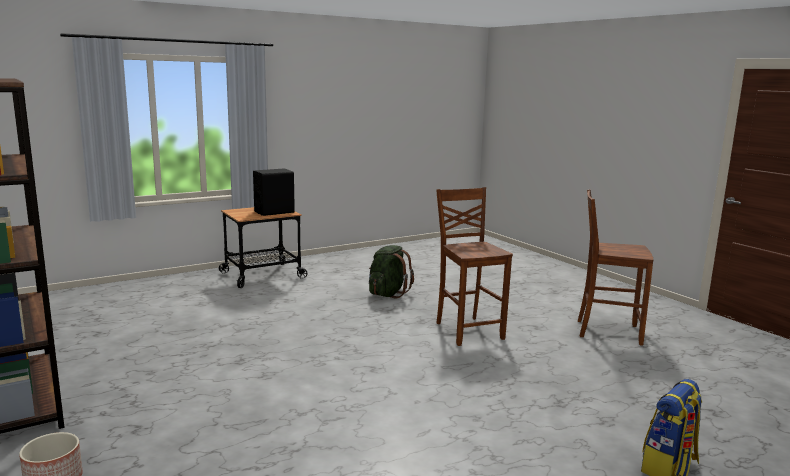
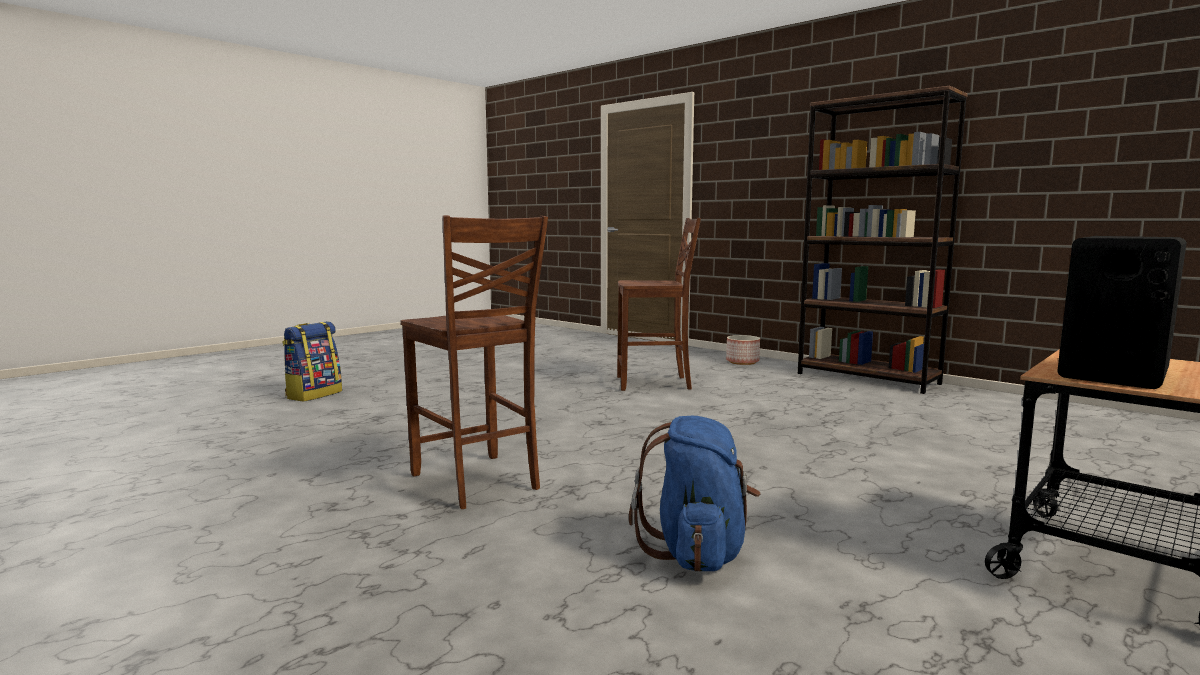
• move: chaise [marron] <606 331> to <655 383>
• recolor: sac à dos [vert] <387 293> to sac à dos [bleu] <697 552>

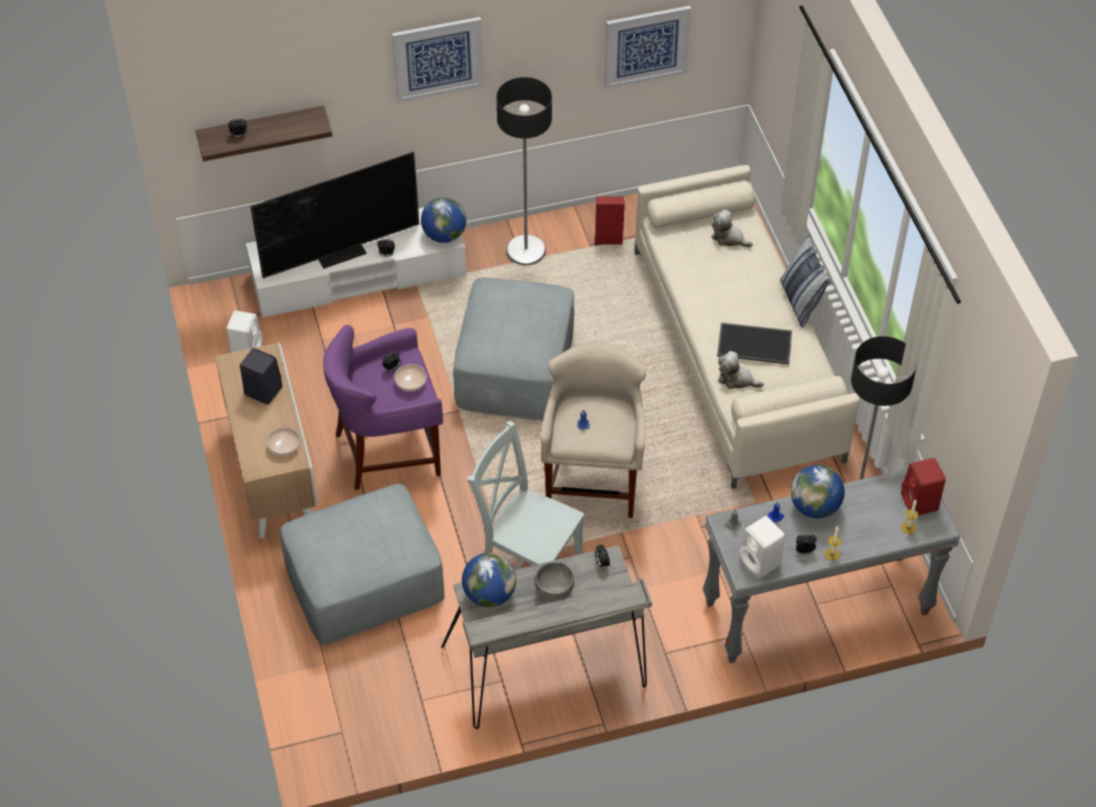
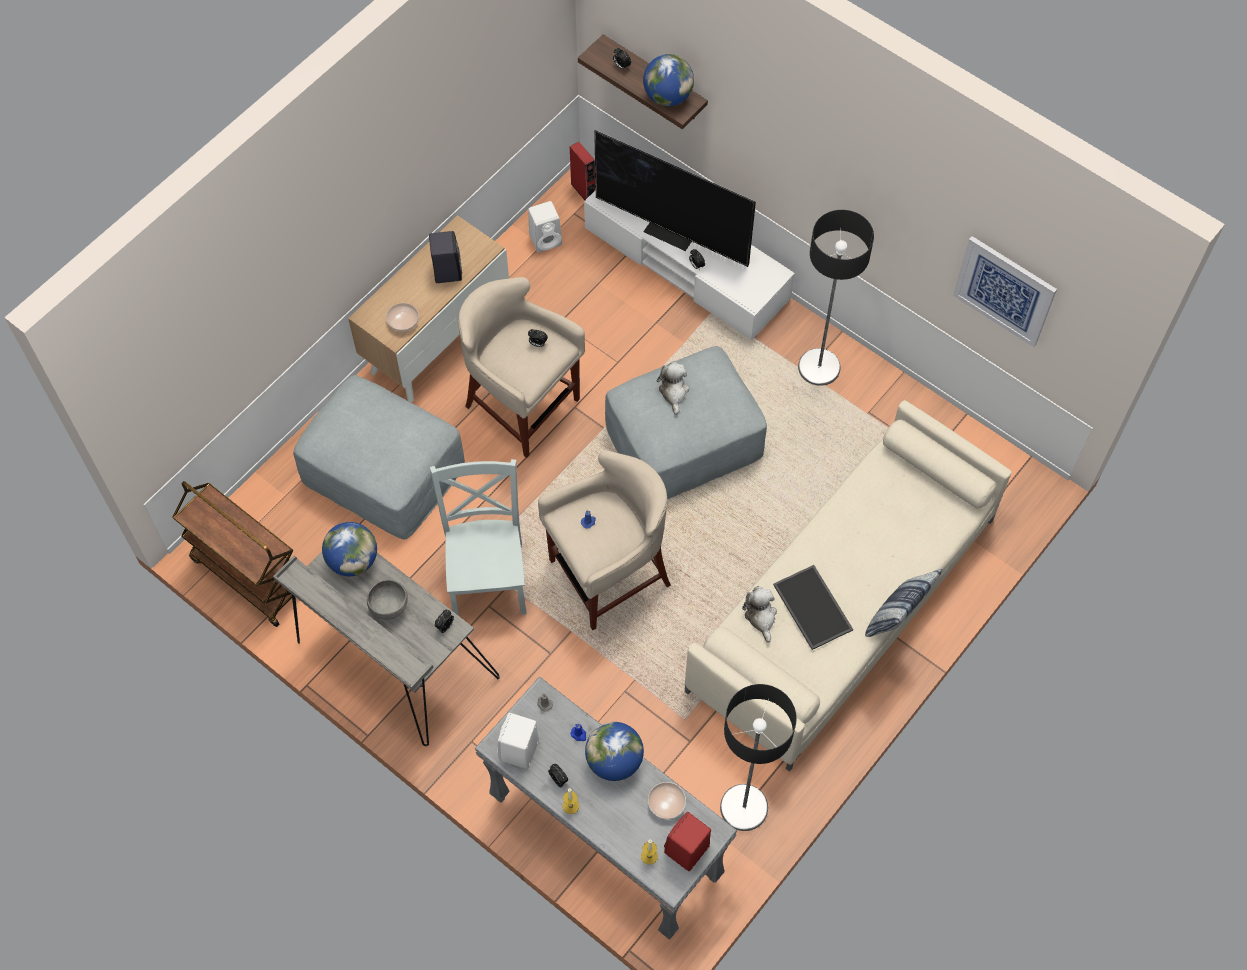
• delete: tableau <438 58>
• insert: chariot [marron] <249 576>
• move: bol <411 382> to <667 803>
• move: globe <444 235> to <668 97>
• move: enceinte [rouge] <608 240> to <583 190>
• move: peluche <729 238> to <673 392>
• recolor: tabouret [violet] <389 452> to tabouret [beige] <522 406>

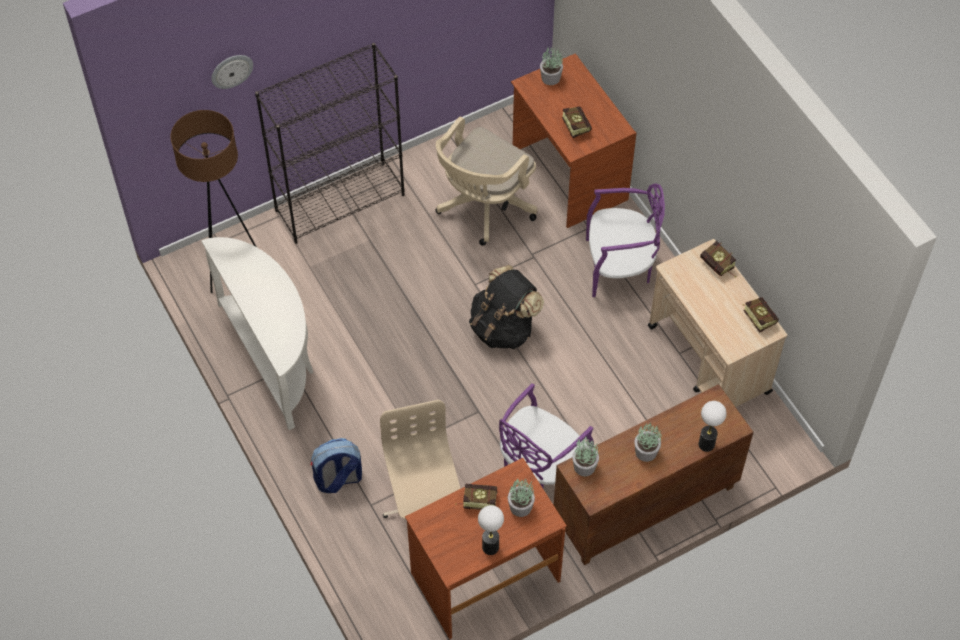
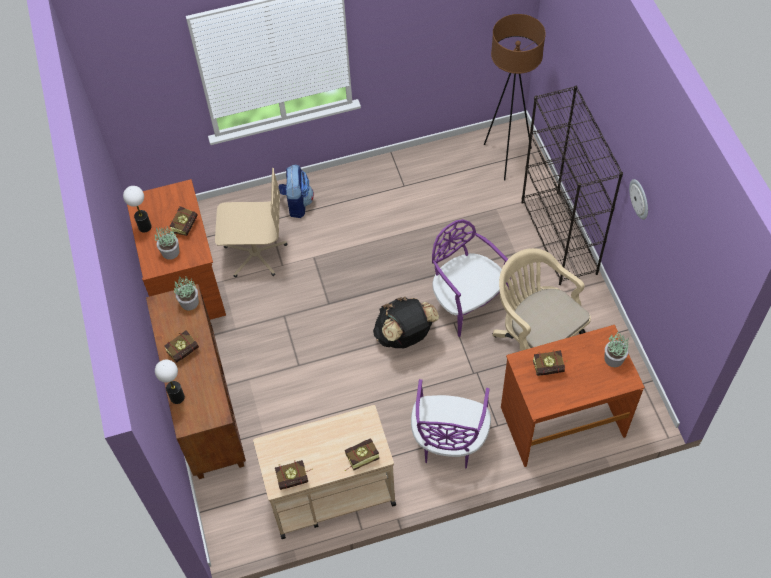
• delete: table console [blanc] <273 357>
• move: horloge murale <231 70> to <640 199>
• move: chaise [violet] <540 467> to <466 302>
• replace: plante en pot <646 452> to livre <186 349>

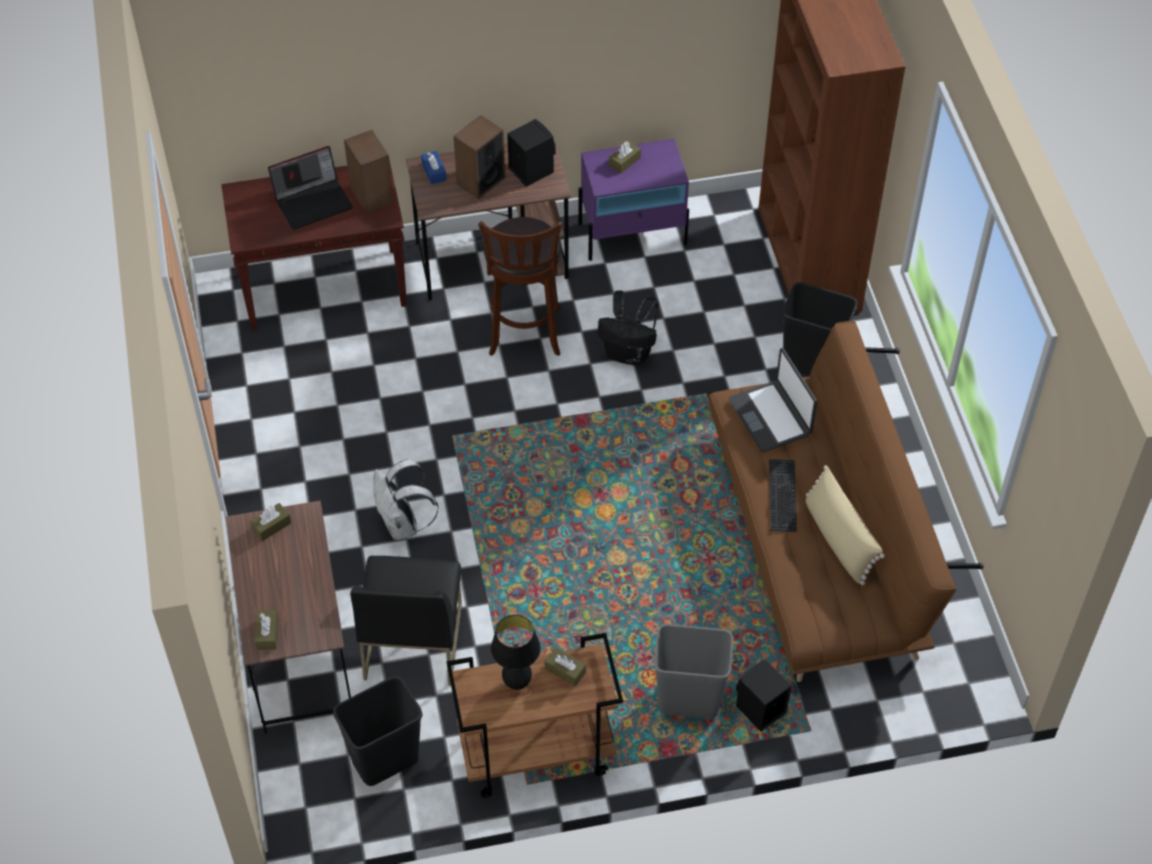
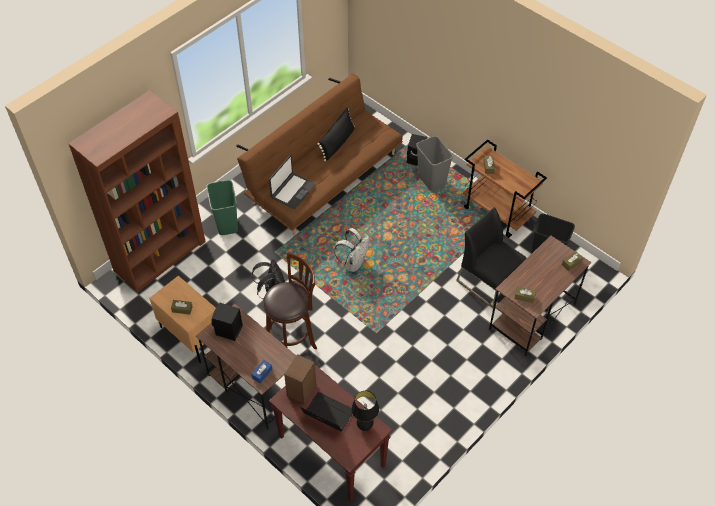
• delete: enceinte <480 181>
• delete: clavier <781 494>
• move: sac à dos [blanc] <403 525> to <353 263>
• move: lampe de table [noir] <517 683> to <365 426>
• recolor: table de chevet [violet] <633 234> to table de chevet [beige] <191 335>
• recolor: poubelle [noir] <812 362> to poubelle [vert] <226 224>
• recolor: coussin [beige] <838 539> to coussin [noir] <337 143>
• rotate: chaise [noir] <412 640> = <489 281> 105 degrees counterclockwise

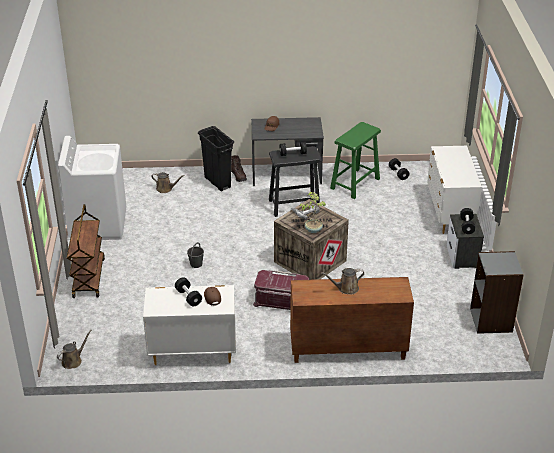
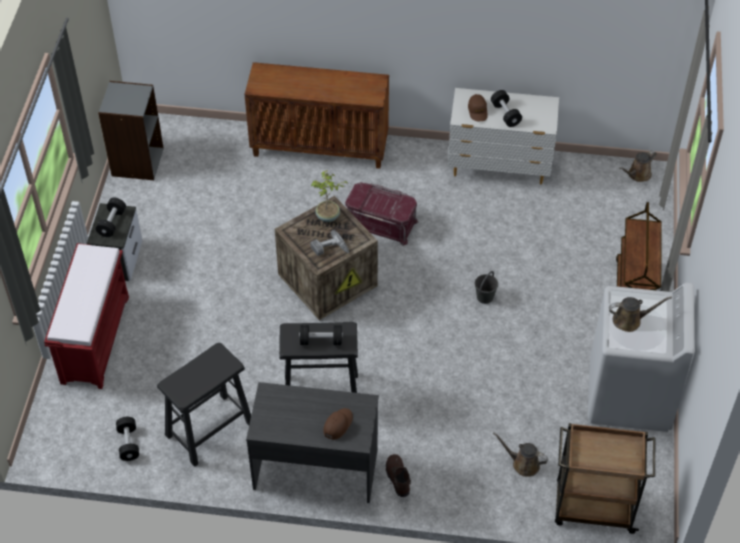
• delete: poubelle [noir] <218 182>
• insert: chariot [marron] <592 507>
• move: arrosoir [marron] <346 288> to <630 320>
• replace: commode [blanc] <449 215> to banc [rouge] <95 338>
• recolor: tabouret [vert] <355 183> to tabouret [noir] <209 429>

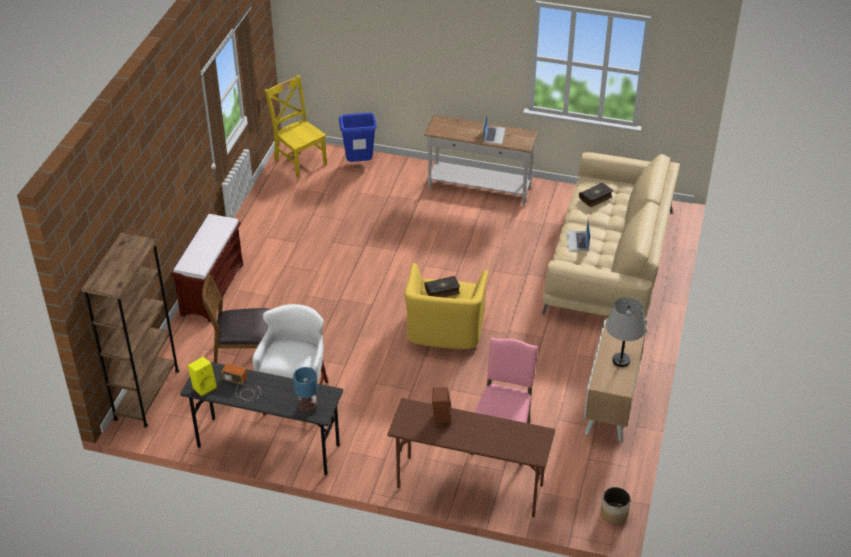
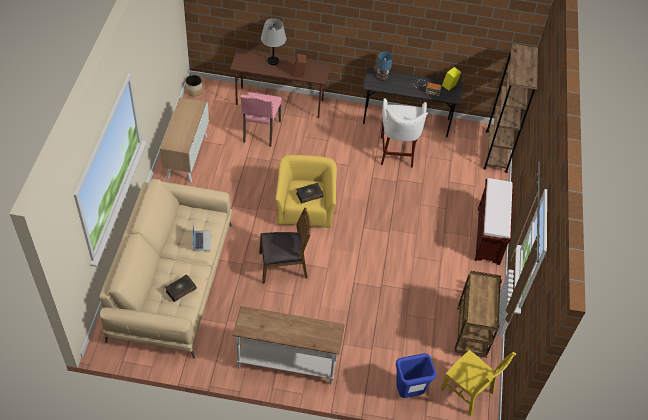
• delete: ordinateur portable <494 134>
• insert: chariot [marron] <471 333>
• move: chaise [marron] <244 356> to <283 266>
• move: lampe de table [gris] <620 360> to <273 61>

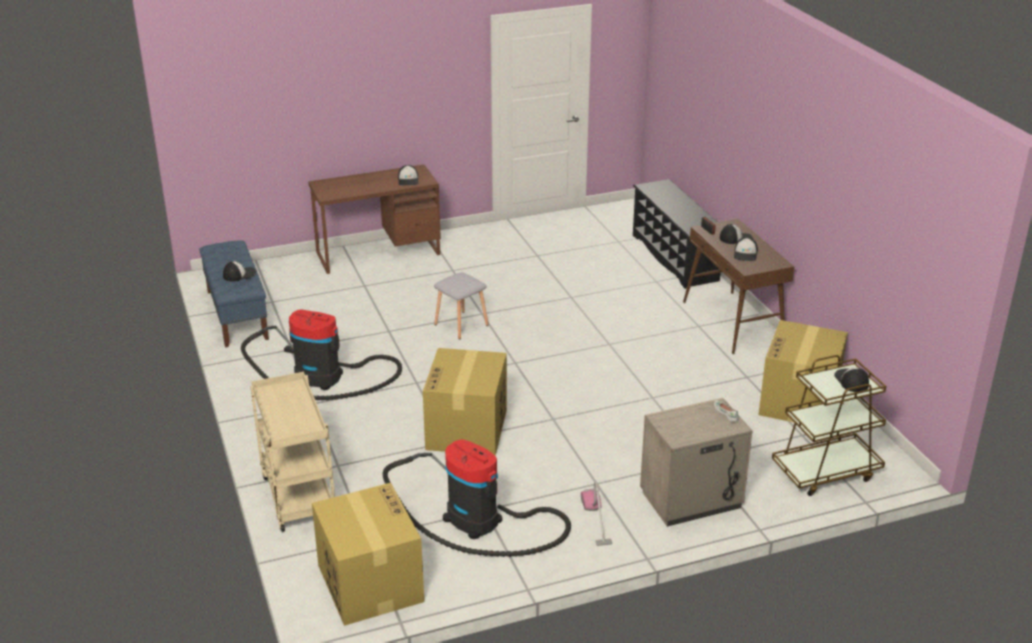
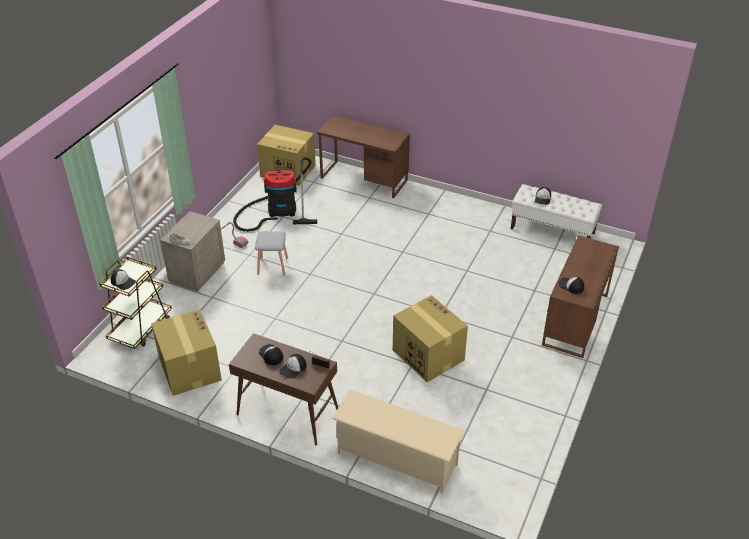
• delete: aspirateur <324 378>
• move: carton <467 430> to <427 354>
• move: tabouret [gris] <461 325> to <272 265>
• replace: chariot [beige] <297 496> to bureau [marron] <364 179>
• recolor: banc [bleu] <237 315> to banc [blanc] <552 231>
• recolor: étagère à chaussures [noir] <675 258> to étagère à chaussures [beige] <396 459>

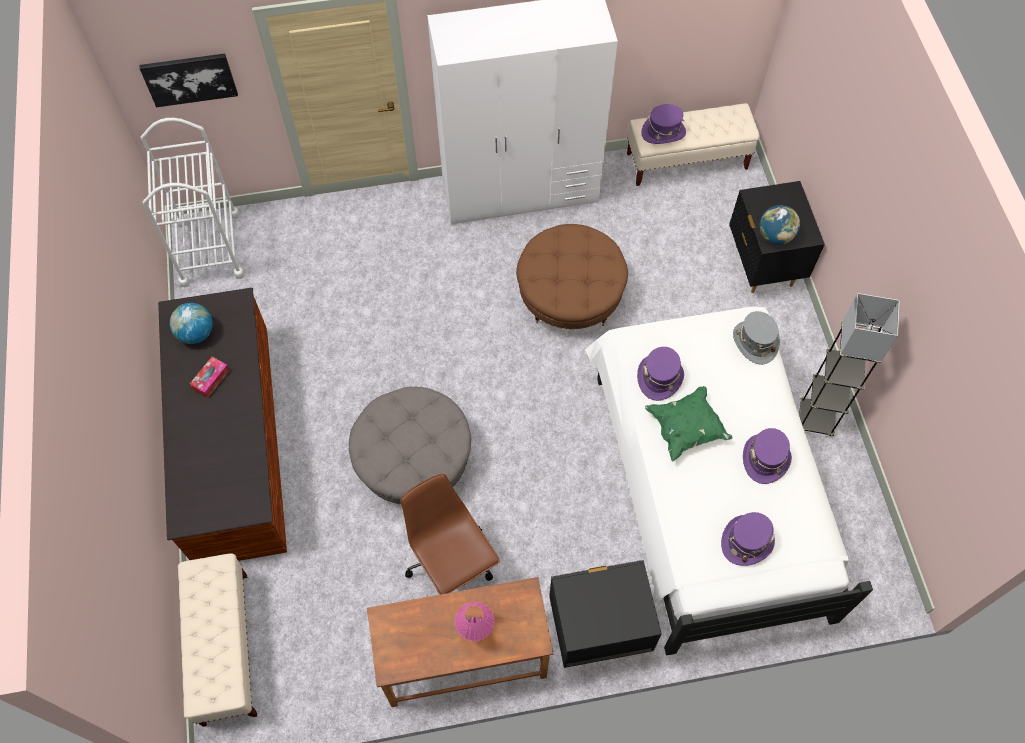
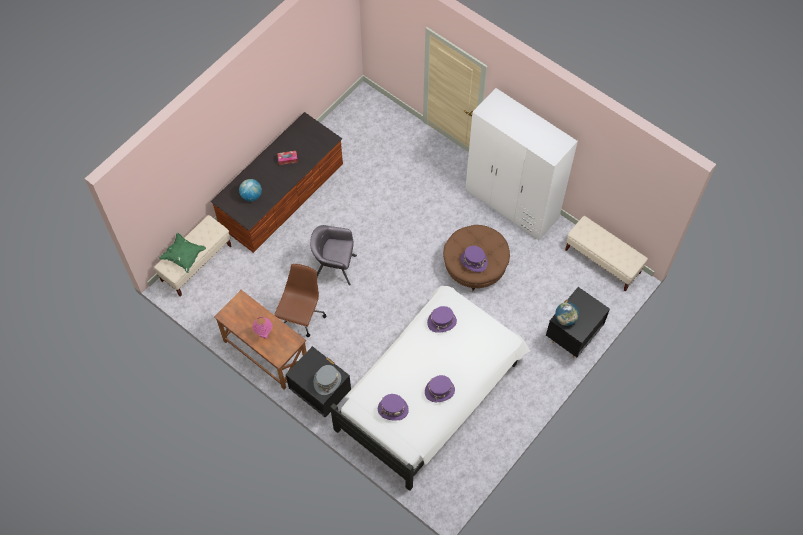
• delete: tableau <189 79>
• delete: chariot [blanc] <210 248>
• delete: lampadaire [gris] <815 419>
• move: globe <196 333> to <251 195>
• move: chapeau [violet] <663 132> to <473 261>
• move: coussin [vert] <686 428> to <184 256>
• move: chapeau [gris] <754 342> to <327 381>
• replace: pouf [gris] <413 460> to fauteuil [gris] <334 267>

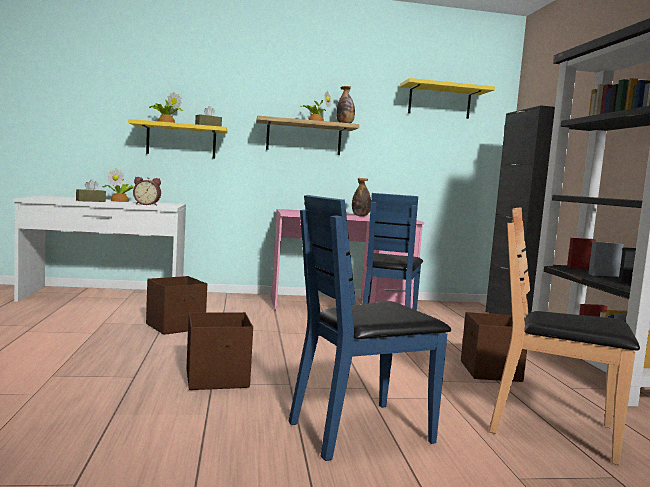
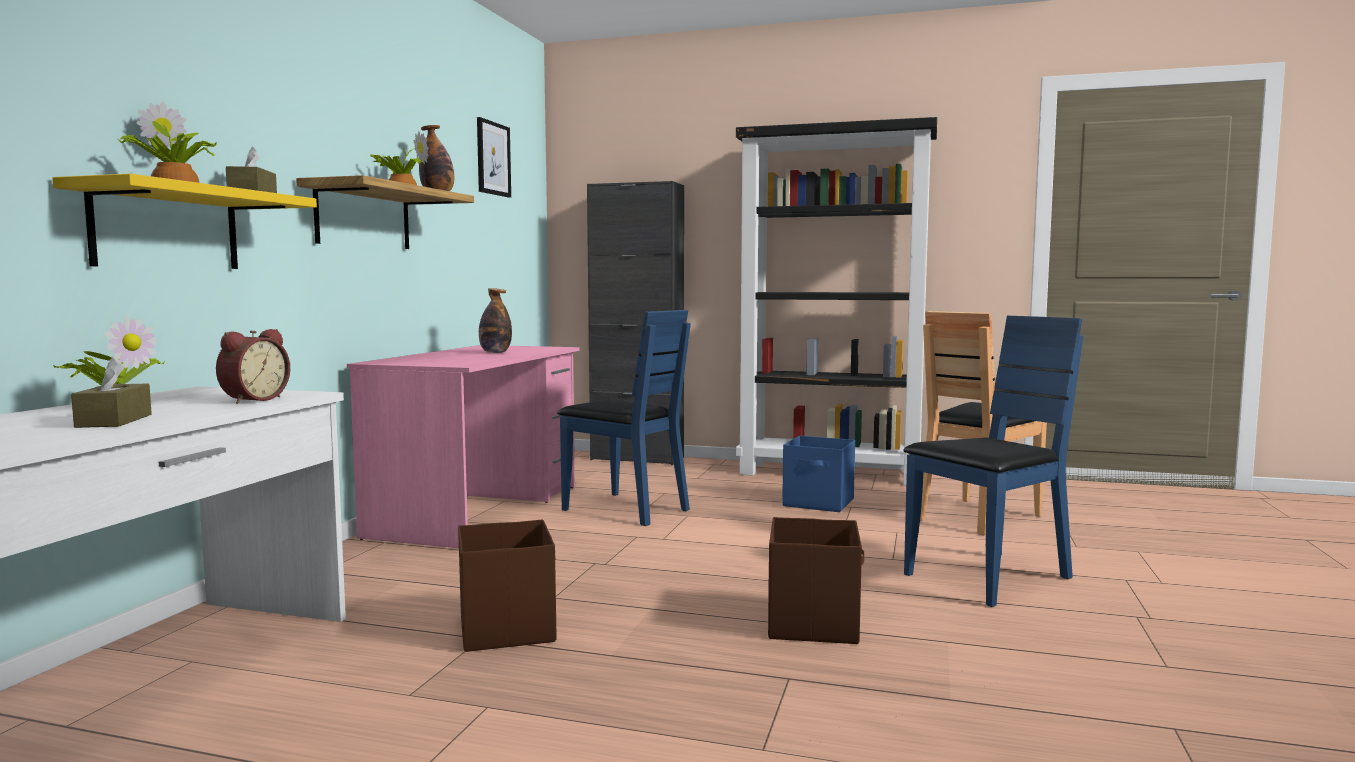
• replace: étagère [jaune] <439 101> to tableau <493 158>
• recolor: boîte de rangement [marron] <490 372> to boîte de rangement [bleu] <819 503>
• rotate: chaise [bleu] <361 431> = <988 577> 120 degrees counterclockwise

